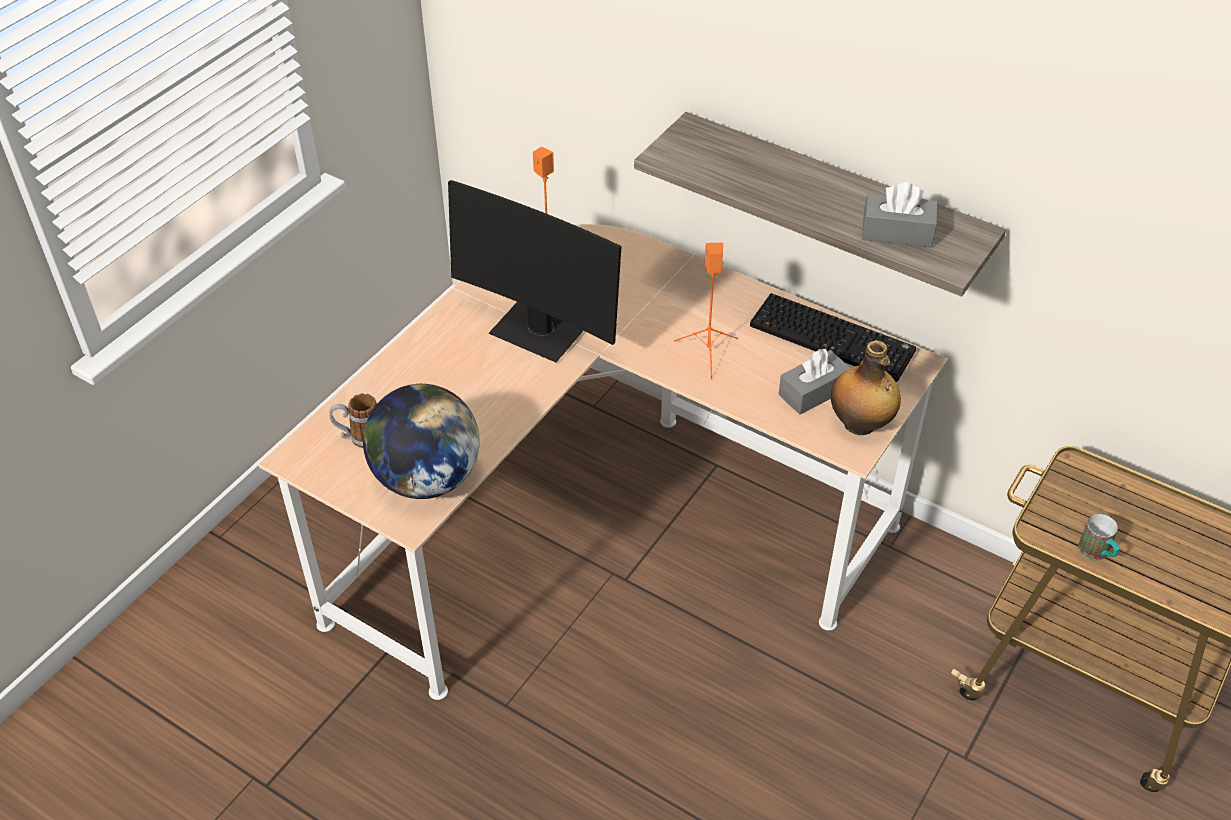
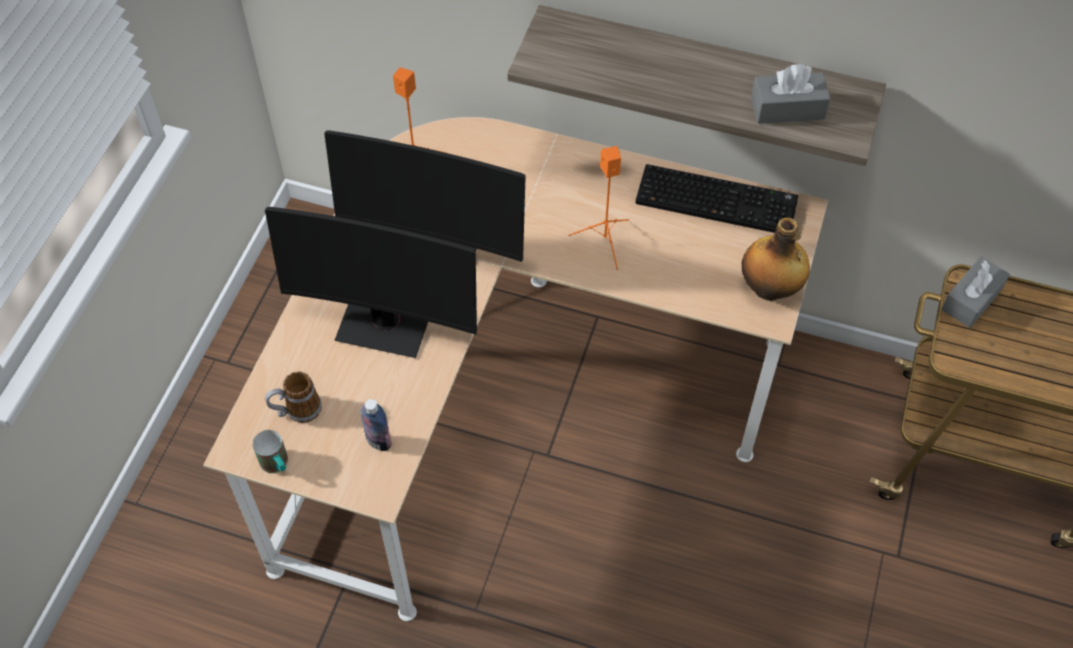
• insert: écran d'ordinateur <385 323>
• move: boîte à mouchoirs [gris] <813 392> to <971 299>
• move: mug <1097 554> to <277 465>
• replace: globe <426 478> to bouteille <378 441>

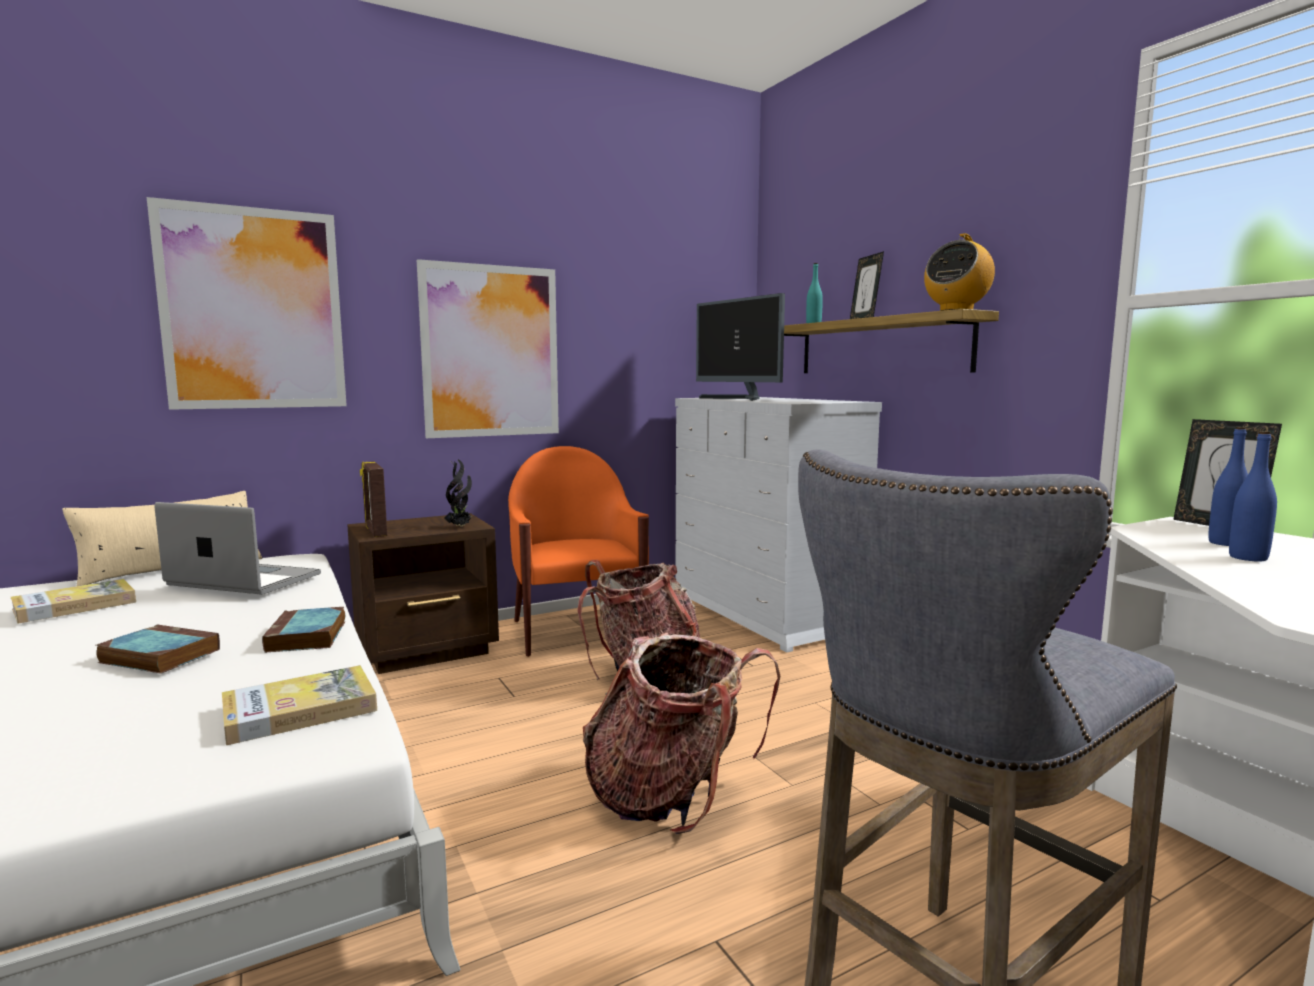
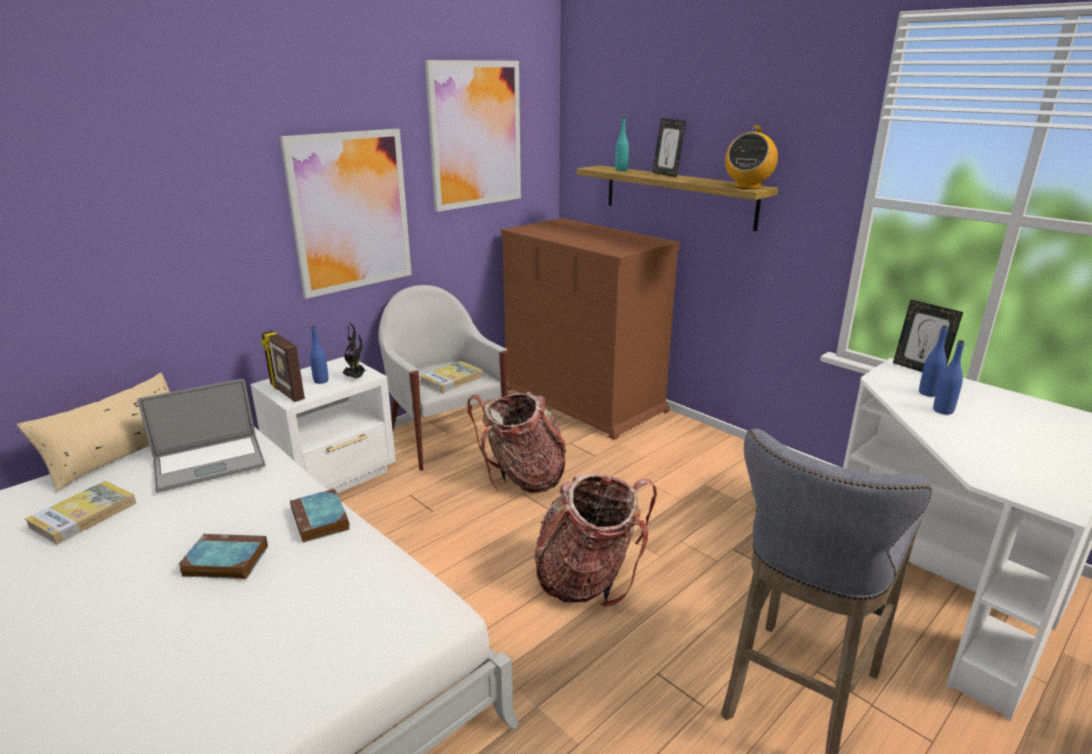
• delete: écran d'ordinateur <739 399>
• insert: bouteille [bleu] <321 381>
• move: tableau <253 309> to <475 135>
• move: livre <300 710> to <451 379>
• recolor: table de chevet [marron] <429 651> to table de chevet [blanc] <336 475>
• recolor: fauteuil [orange] <577 631> to fauteuil [blanc] <446 438>
• recolor: commode [blanc] <766 612> to commode [marron] <584 399>
• rotate: ordinateur portable <244 580> = <209 463> 150 degrees clockwise

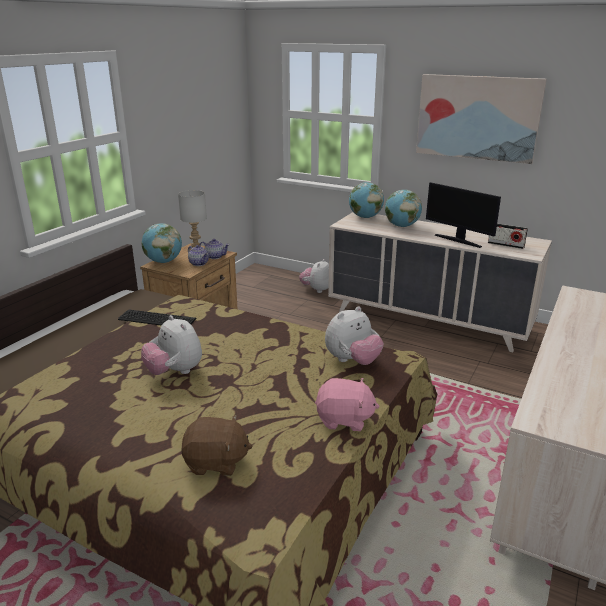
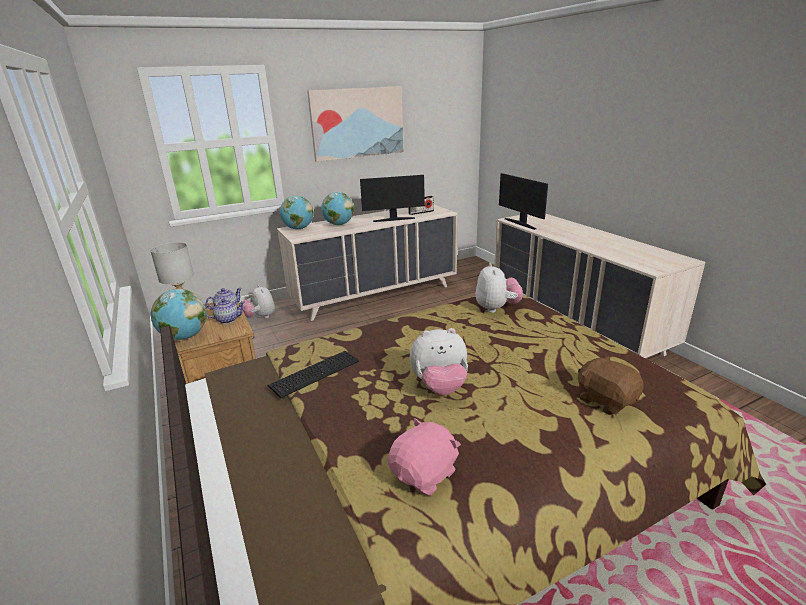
• insert: écran d'ordinateur <521 223>
• move: peluche [rose] <344 419> to <425 474>
• rotate: peluche [marron] <216 462> = <606 400> 75 degrees counterclockwise

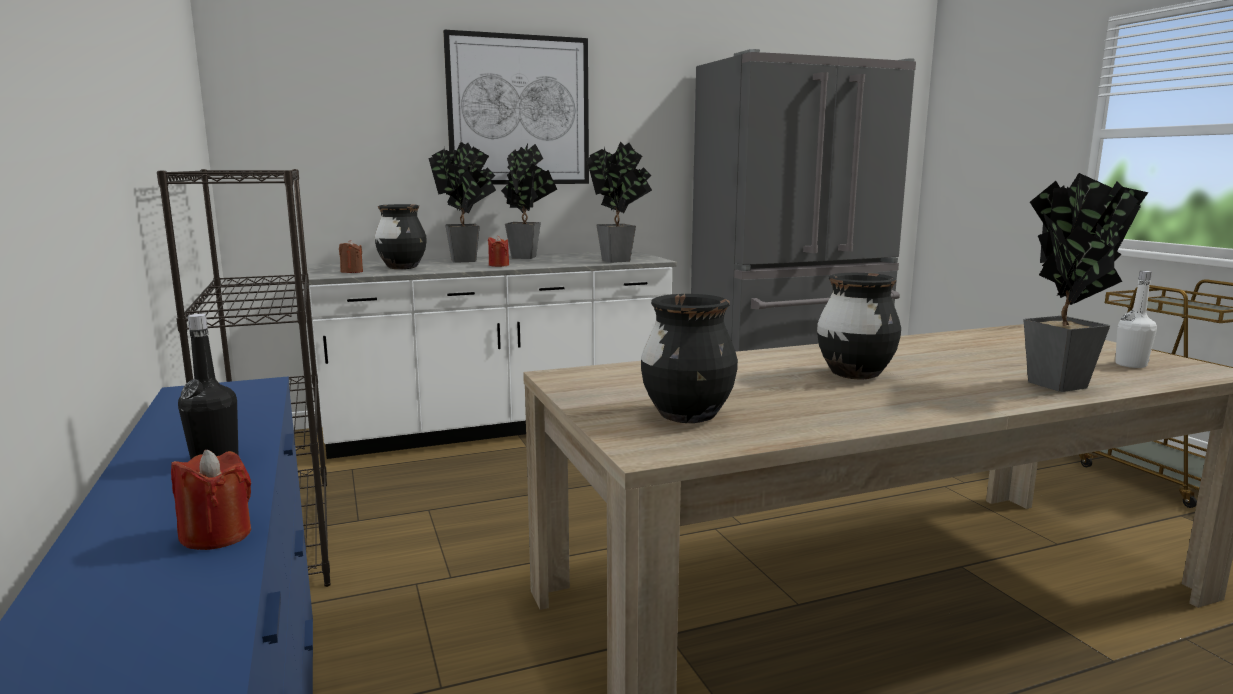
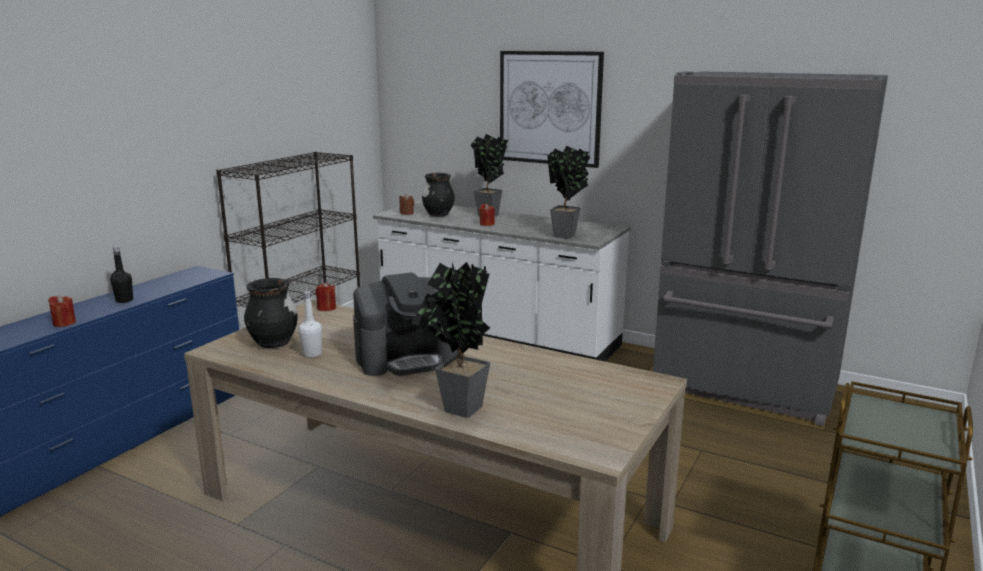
• delete: plante en pot <527 257>
• insert: bougie [rouge] <326 308>
• move: bouteille [blanc] <1130 365> to <312 354>
• replace: vase [noir] <854 374> to machine à café <408 357>

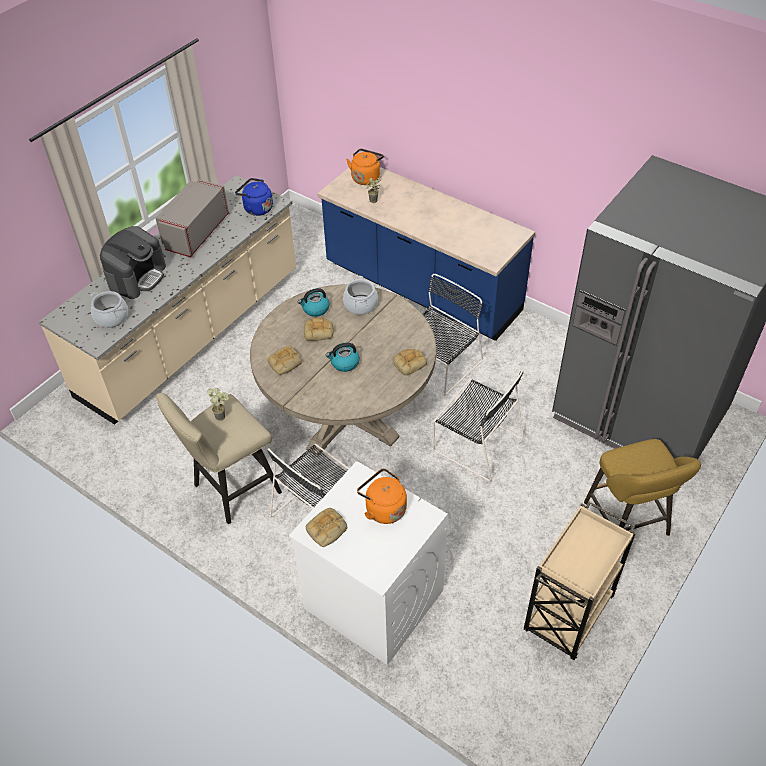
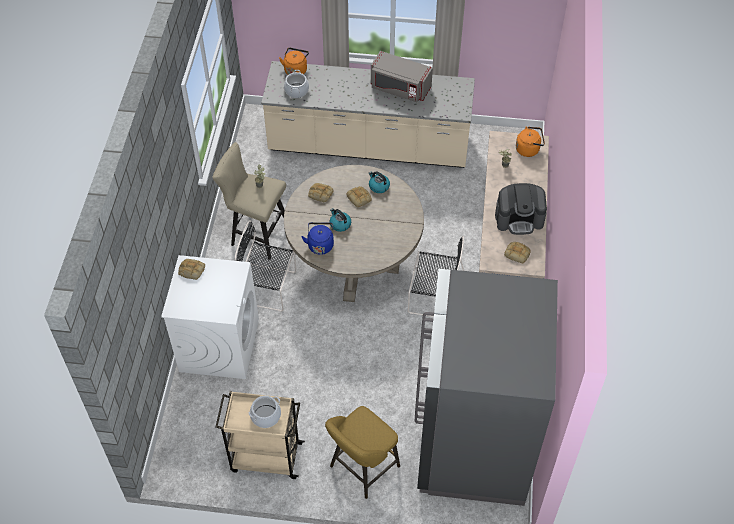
• delete: chaise [noir] <475 443>
• move: machine à café <137 277> to <519 218>
• move: bouilloire [bleu] <256 208> to <320 244>
• move: marmite <360 305> to <265 416>
• move: bouilloire [orange] <383 508> to <295 70>
• move: pain <409 363> to <517 253>
• rotate: micro-ondes [gris] <195 232> = <399 88> 150 degrees counterclockwise

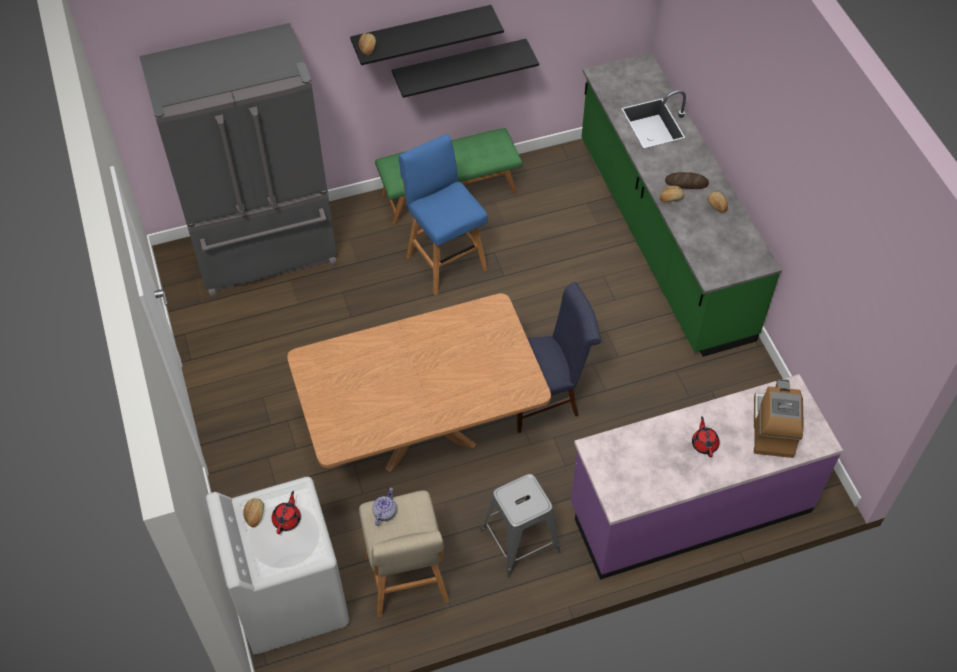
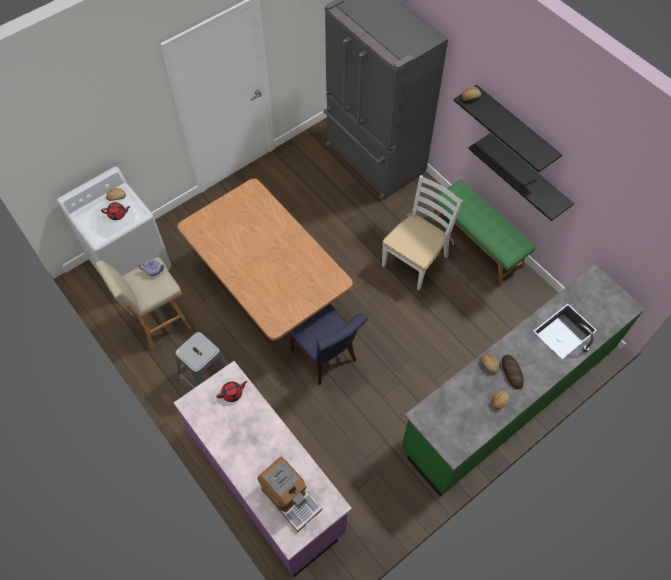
• move: théière [rouge] <704 444> to <233 393>
• replace: tabouret [bleu] <445 261> to chaise [blanc] <415 260>
• rotate: machine à café <773 428> = <290 498> 60 degrees clockwise

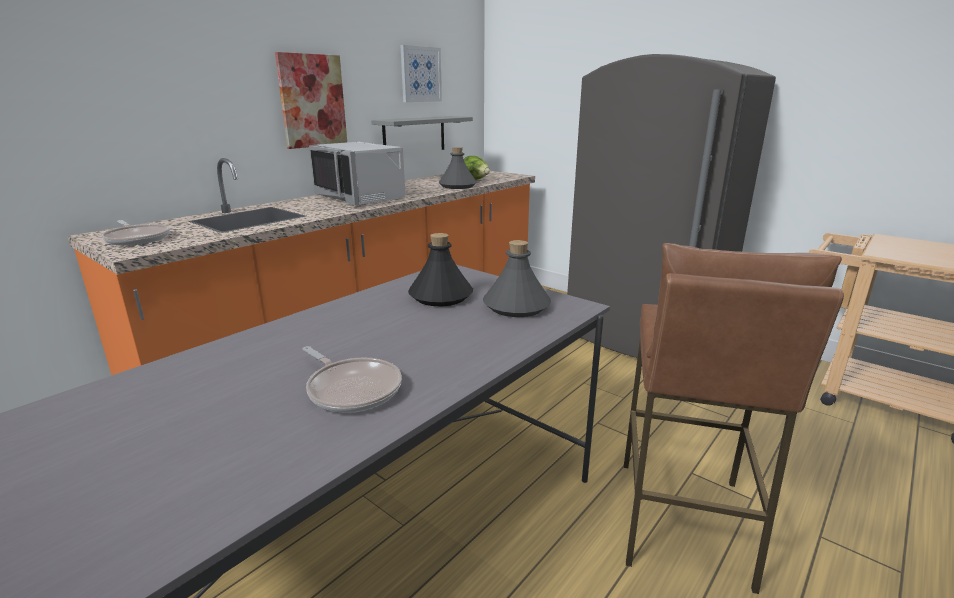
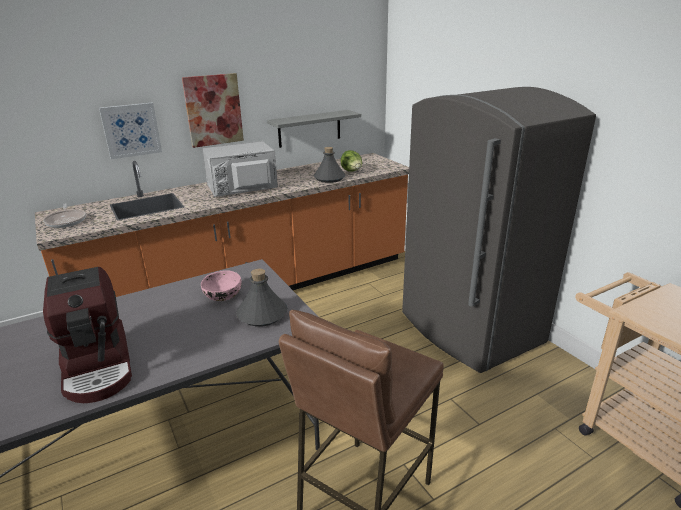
• move: tableau <420 74> to <131 130>
• replace: poêle <352 389> to machine à café <99 366>
• replace: bouteille [noir] <440 296> to bol [rose] <222 295>
• rotate: micro-ondes [gris] <361 198> = <242 188> 90 degrees clockwise

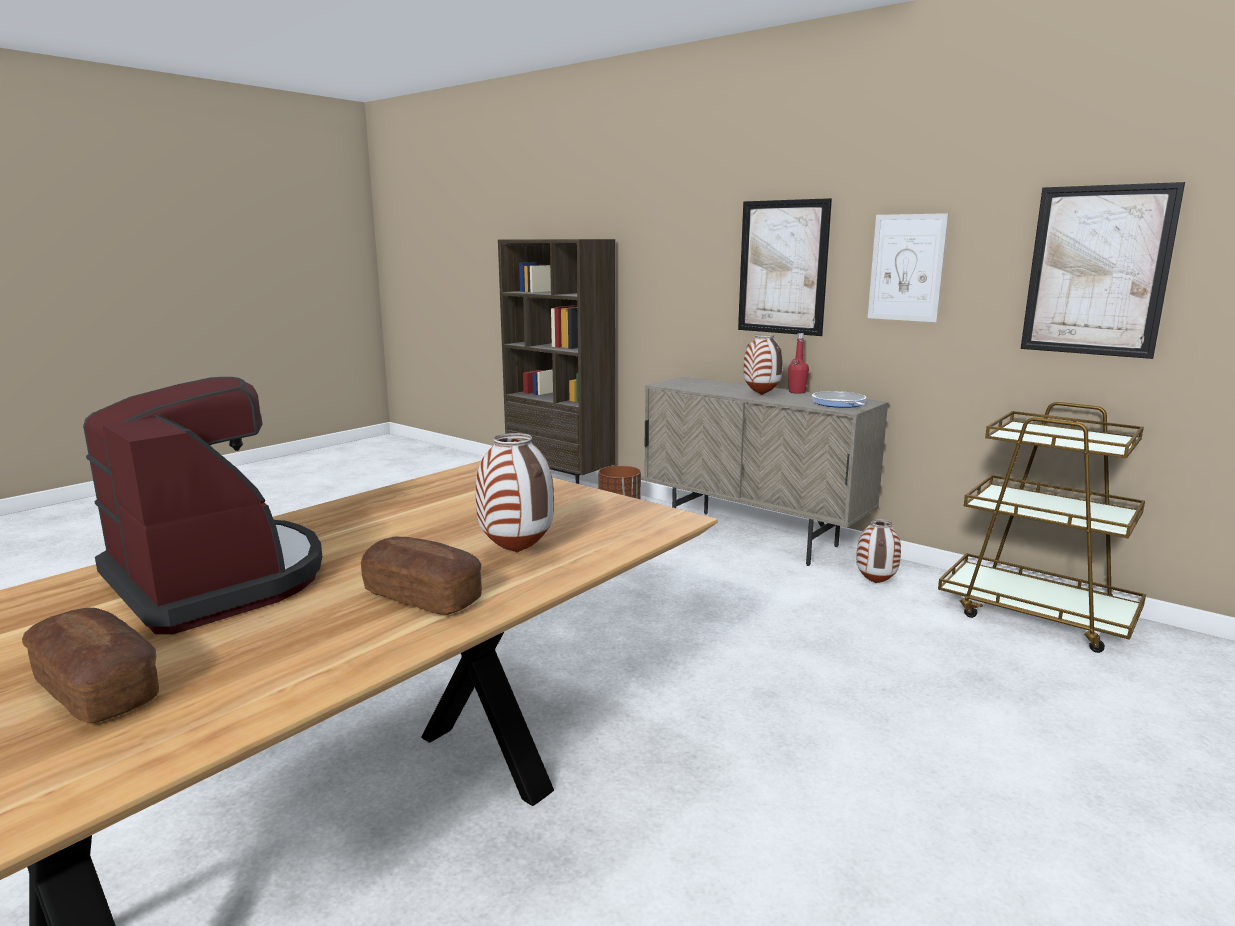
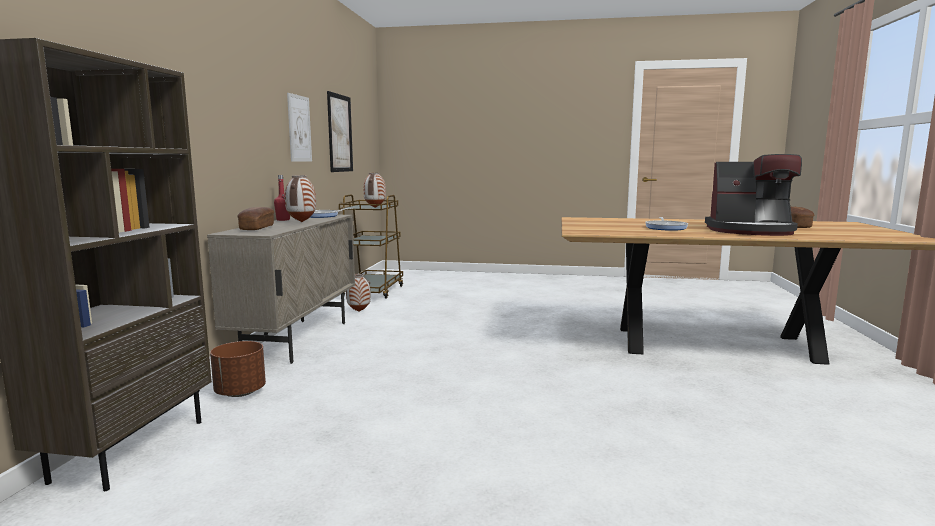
• delete: tableau <783 267>
• insert: poêle <666 228>
• move: pain <422 597> to <257 228>
• move: vase <518 552> to <375 207>
• rotate: machine à café <218 580> = <750 231> 90 degrees counterclockwise

